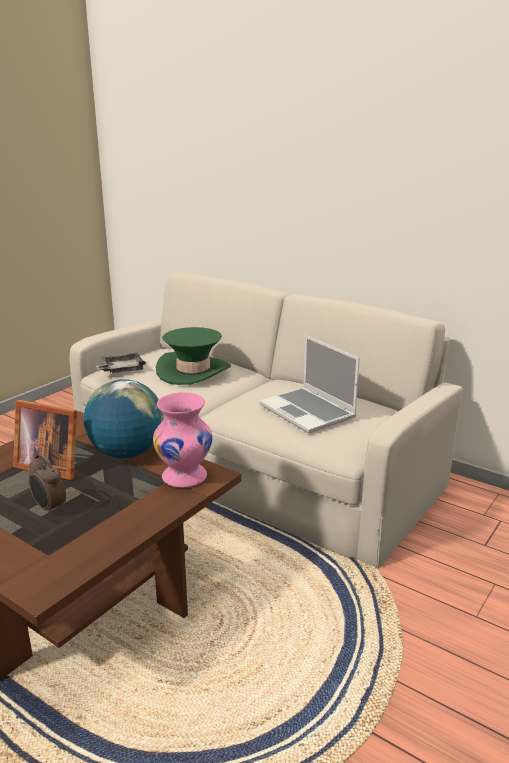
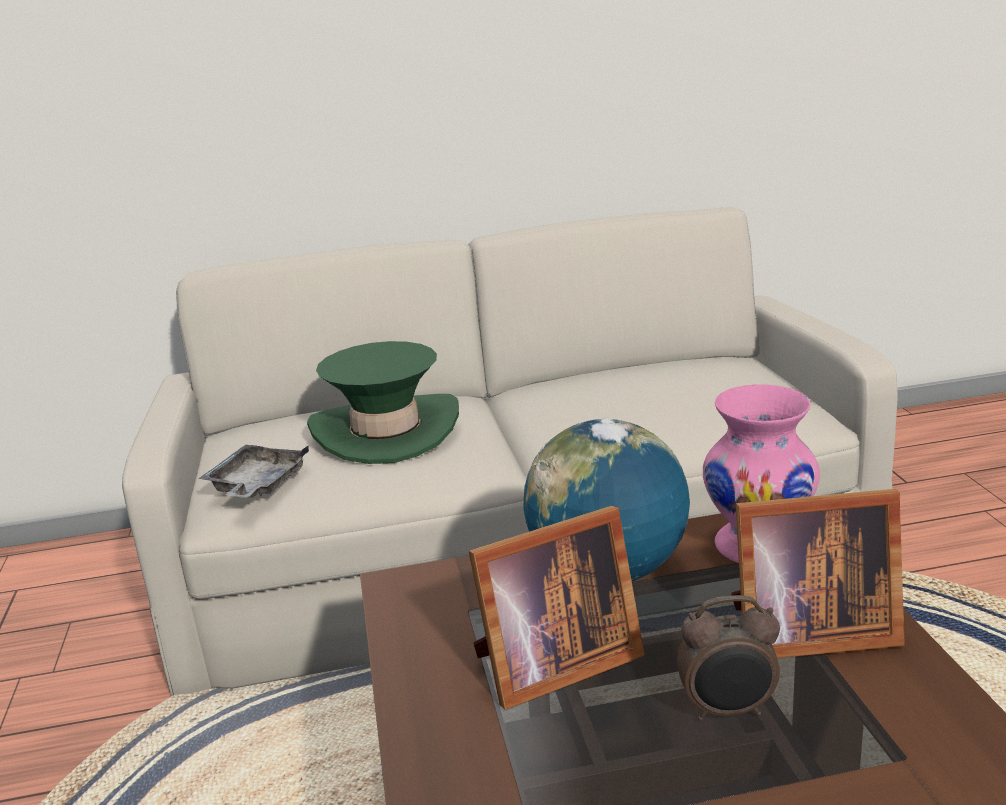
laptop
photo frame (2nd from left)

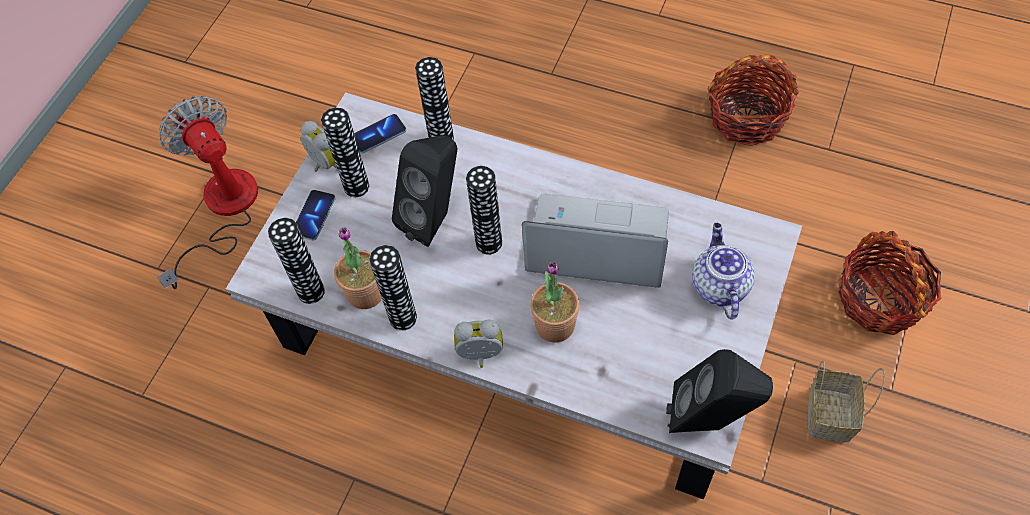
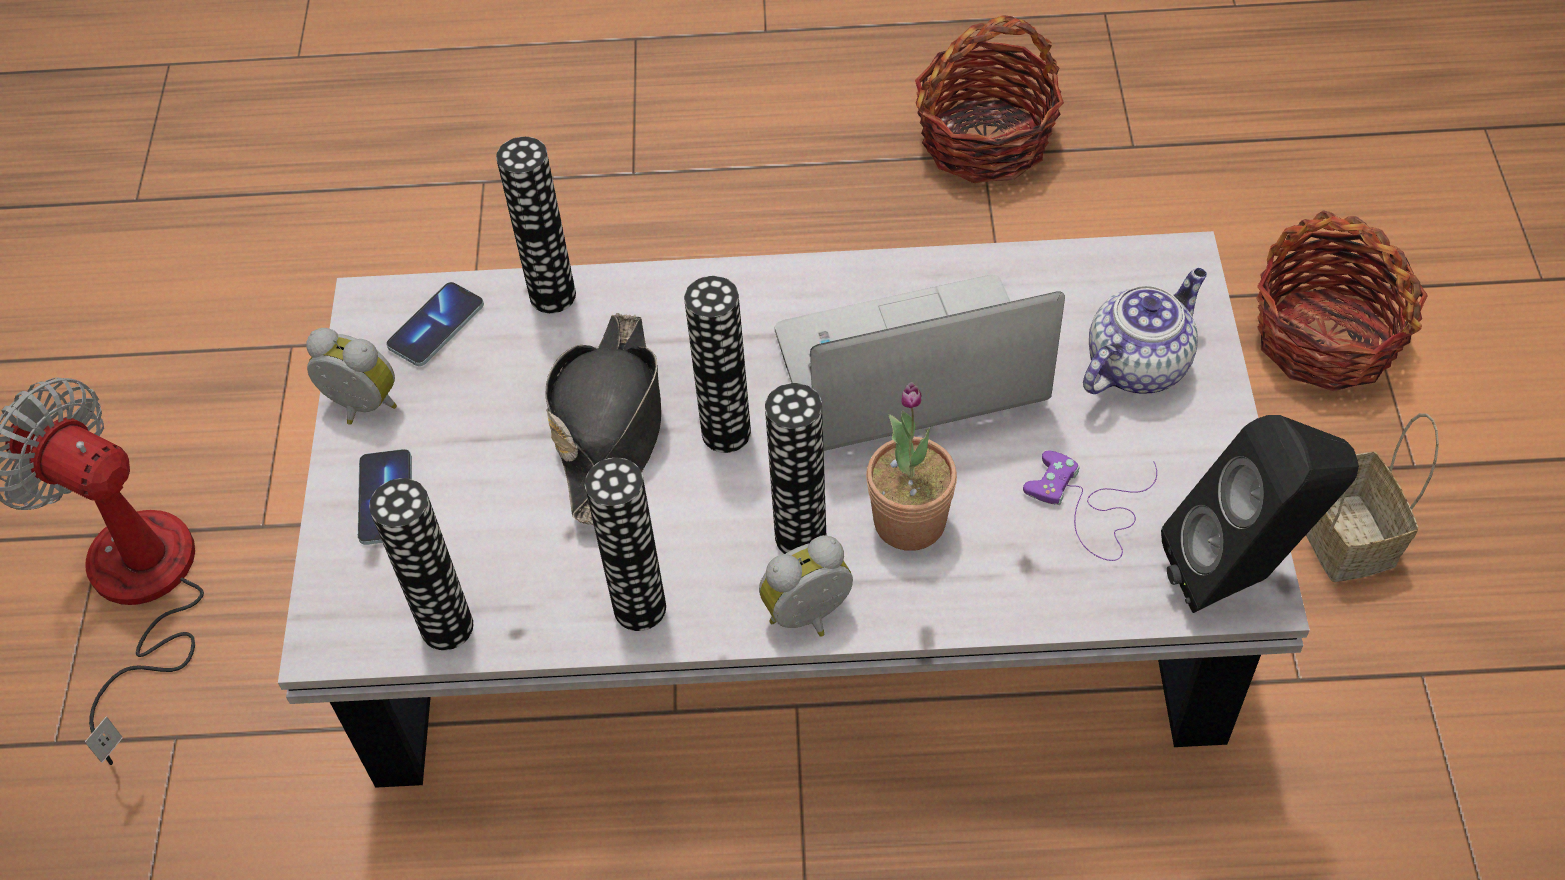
decorative vase (5th from left)
black wearable hat
teapot
potted plant (1st from left in the first image)
purple gamepad

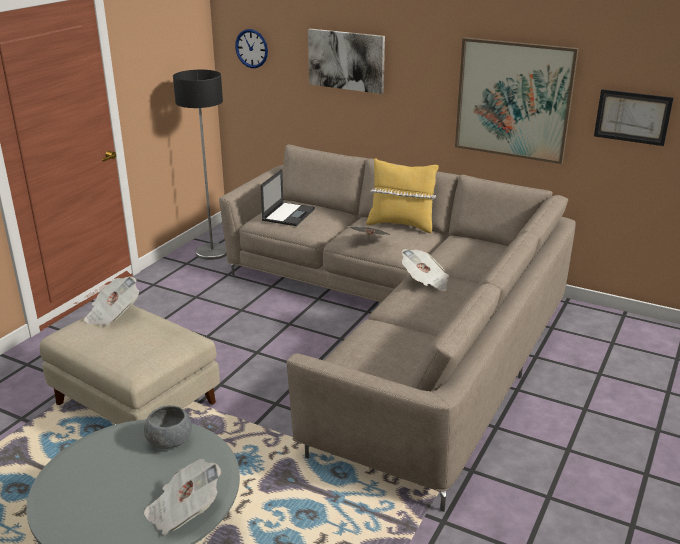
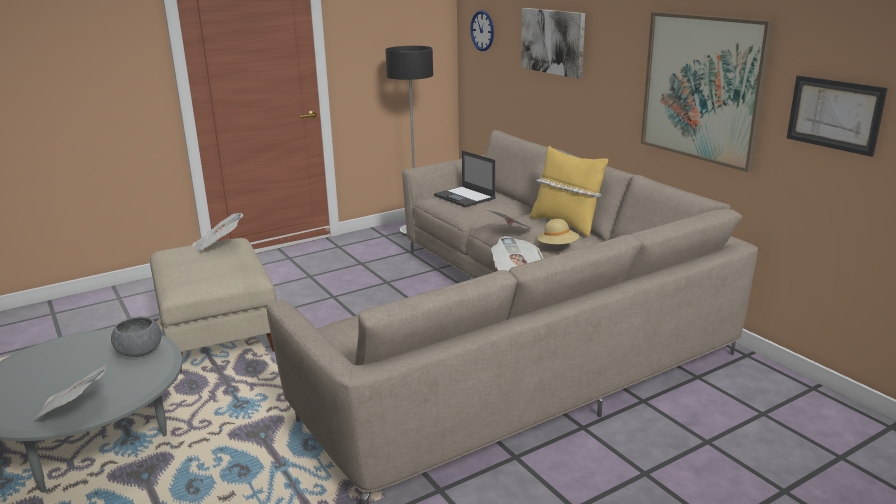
laptop
beige-coloured wearable hat

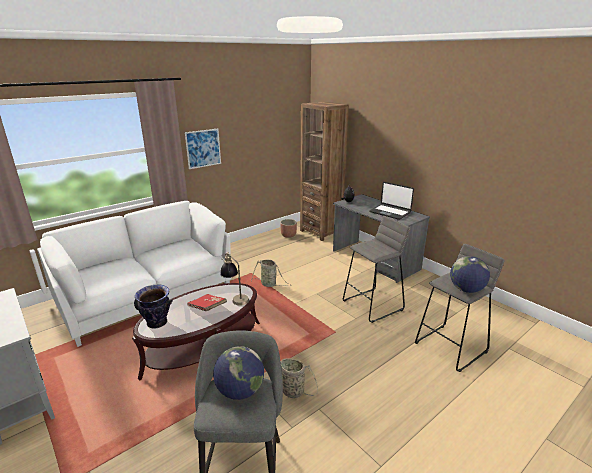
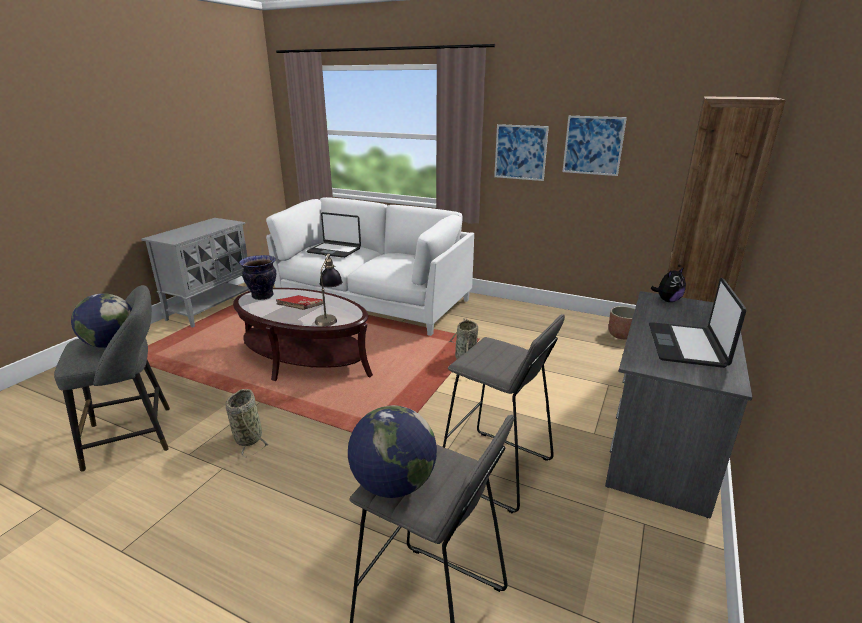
picture (2nd from left)
laptop (1st from left)

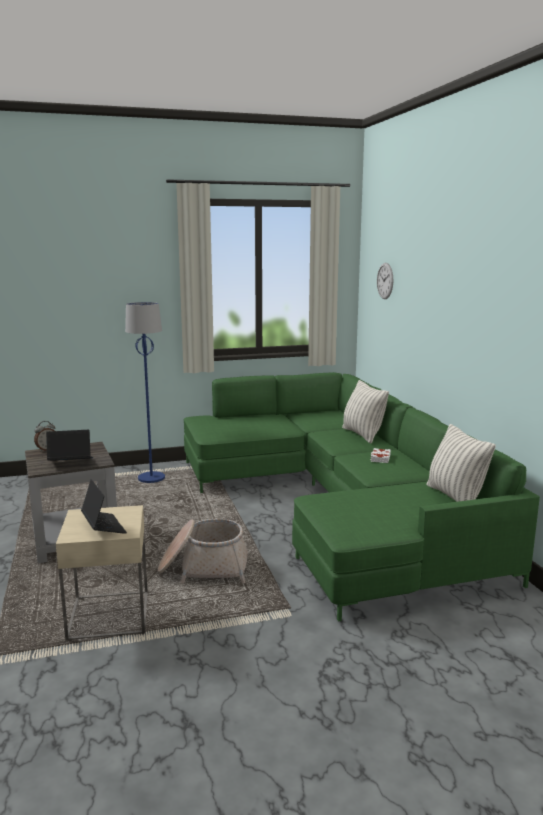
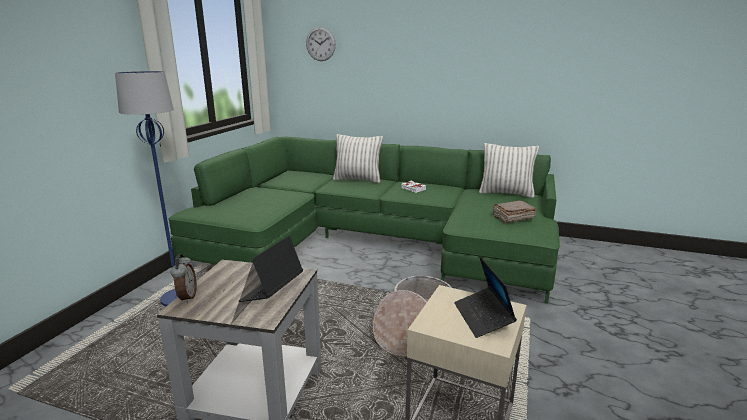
laptop (2nd from left)
brown bound book

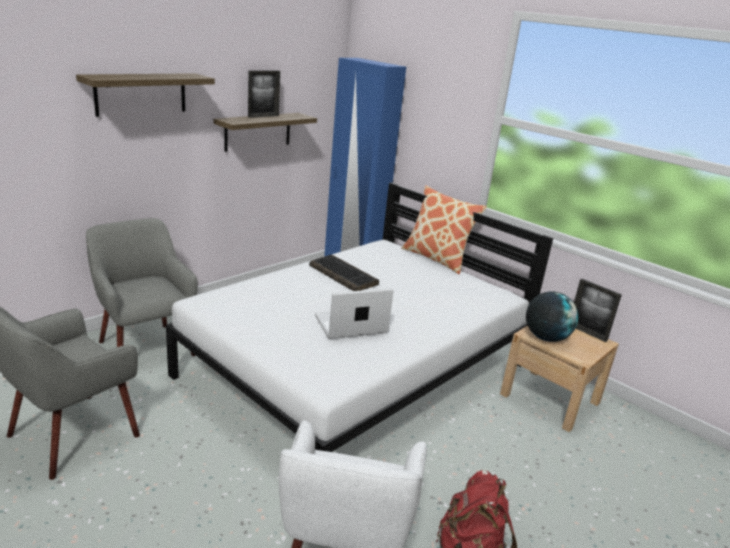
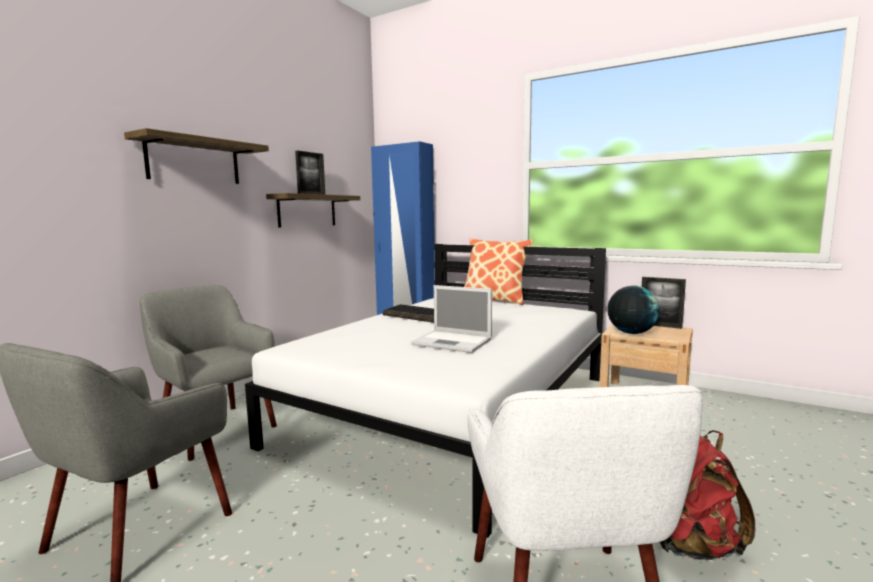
laptop

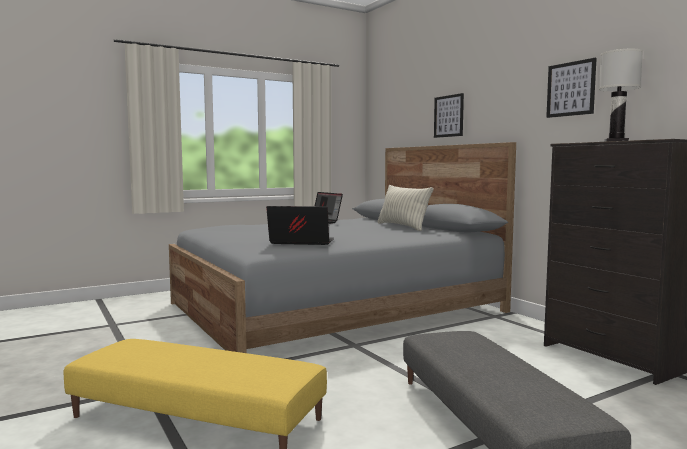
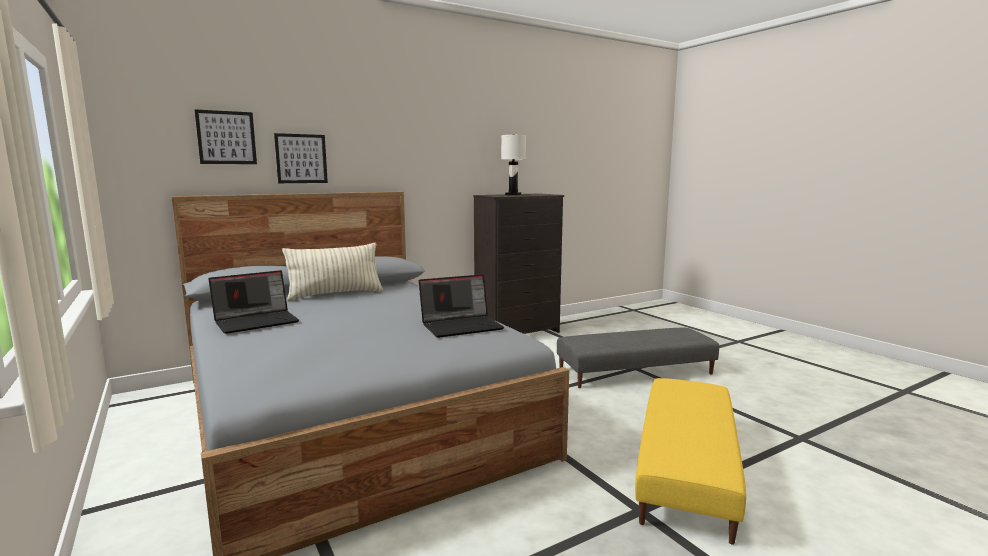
picture (1st from left)
laptop (2nd from left)

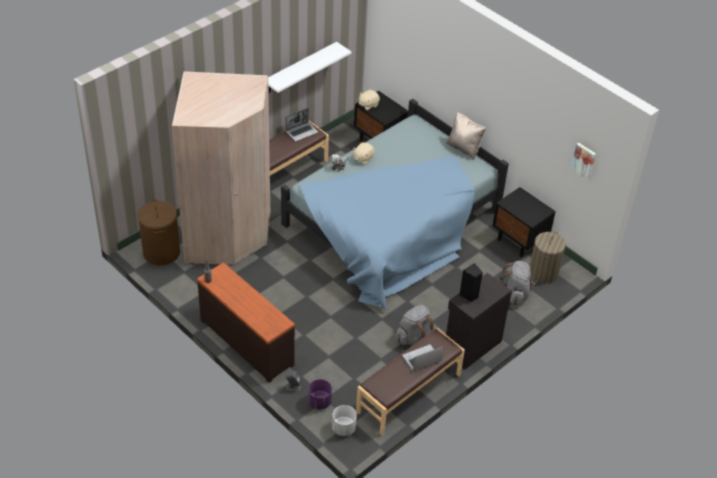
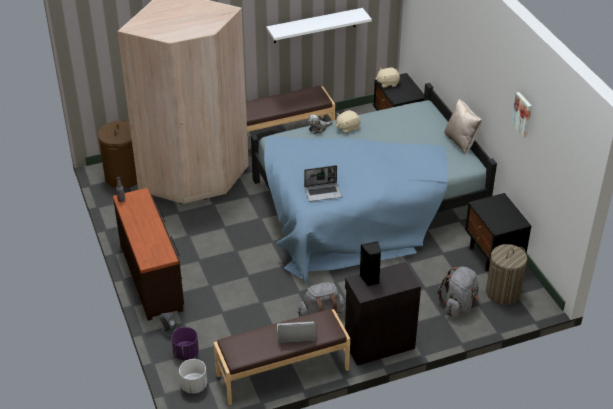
laptop (2nd from left)
picture

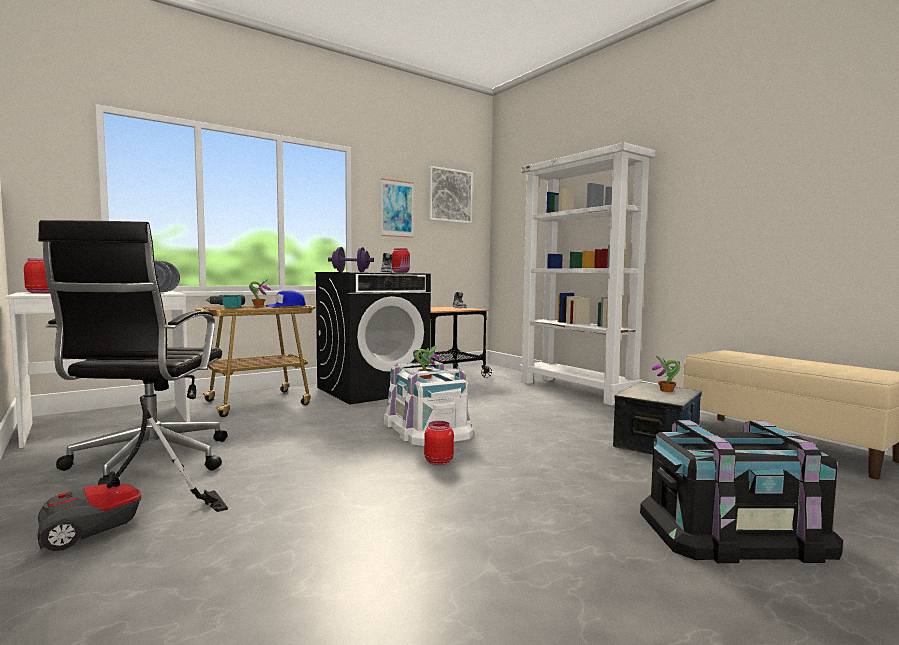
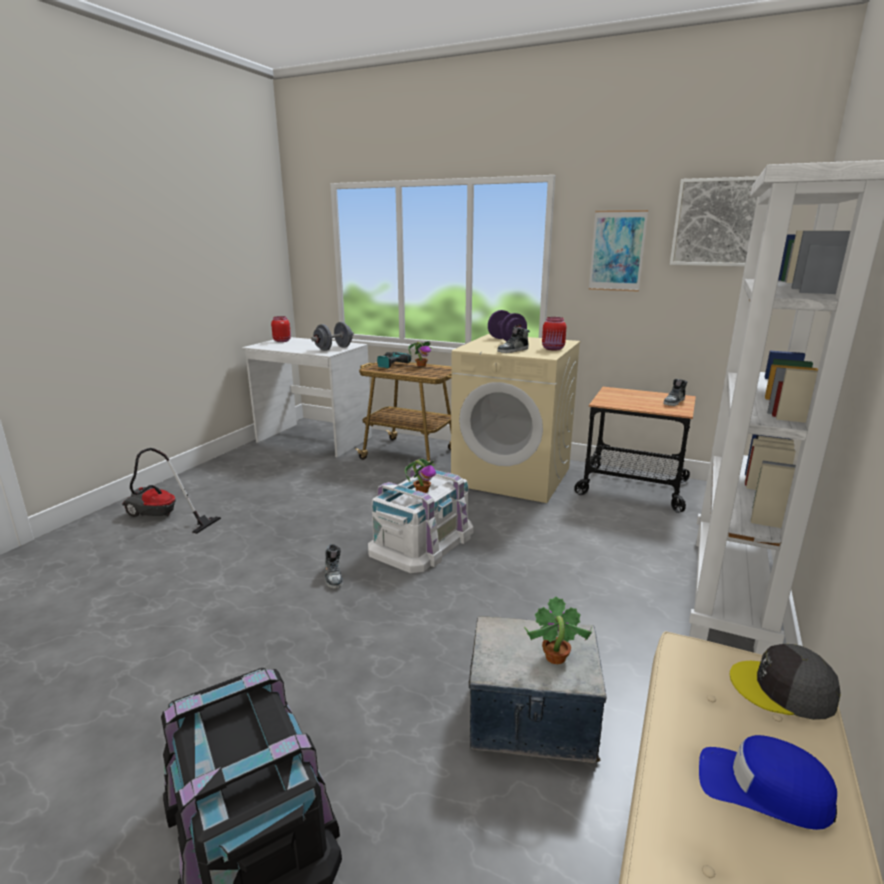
black computer chair
beige-coloured laundry appliance
bluish cap
item of footwear (1st from left)
gray cap

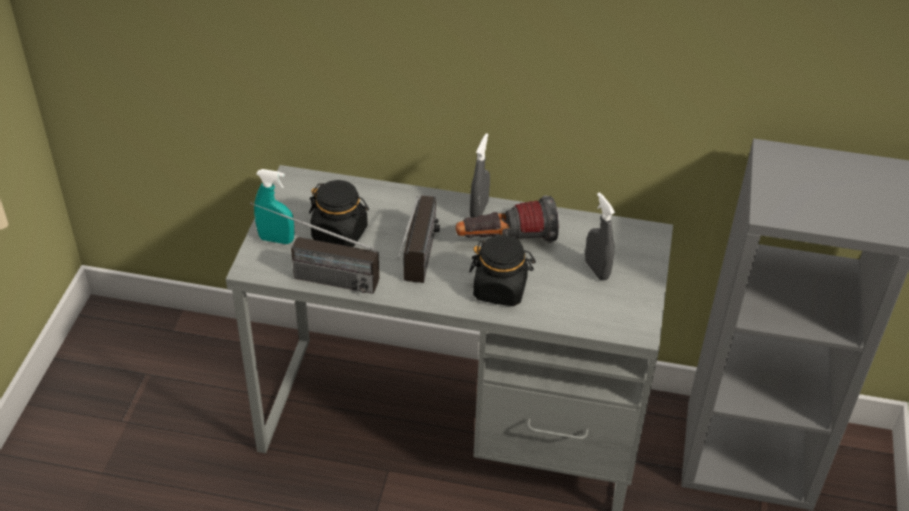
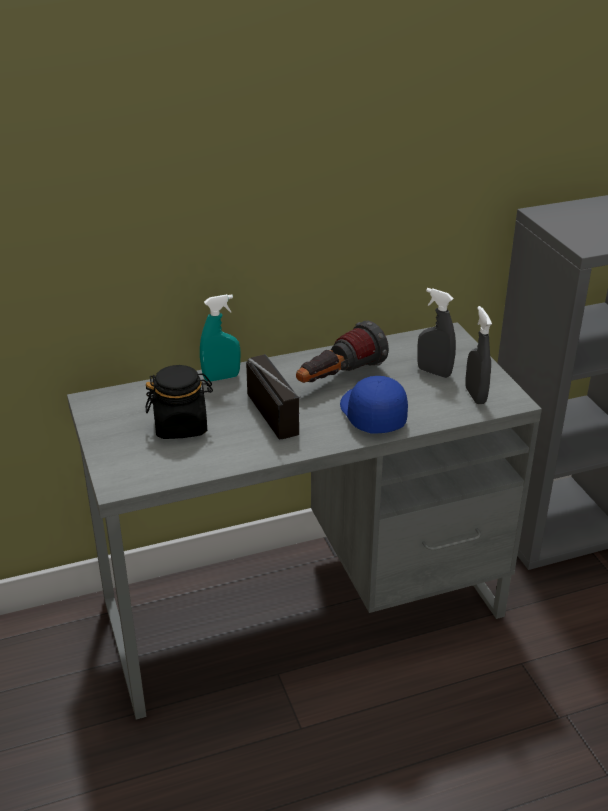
gray spray bottle (2nd from left)
turquoise spray bottle
radio receiver (1st from left in the first image)
bluish cap

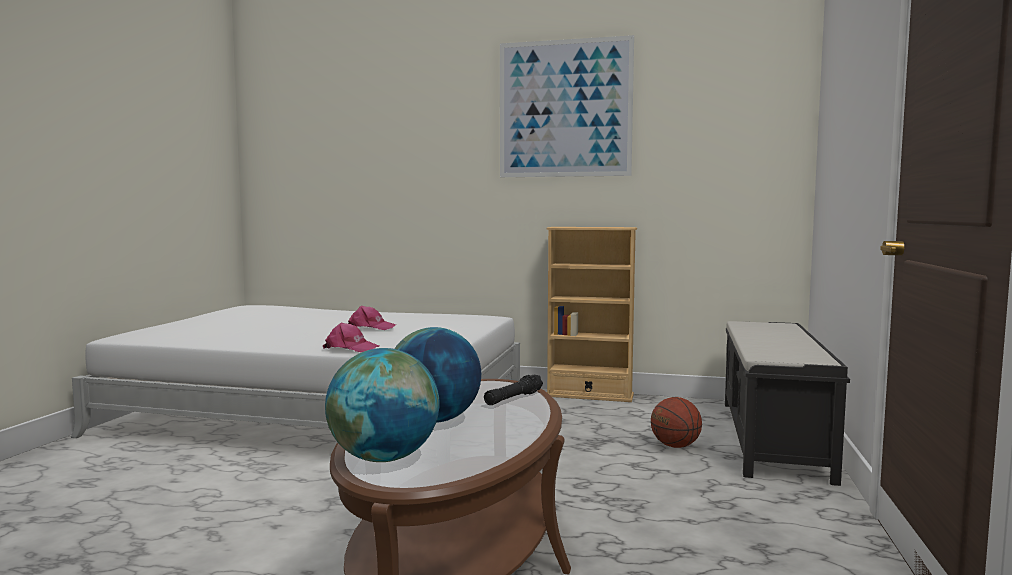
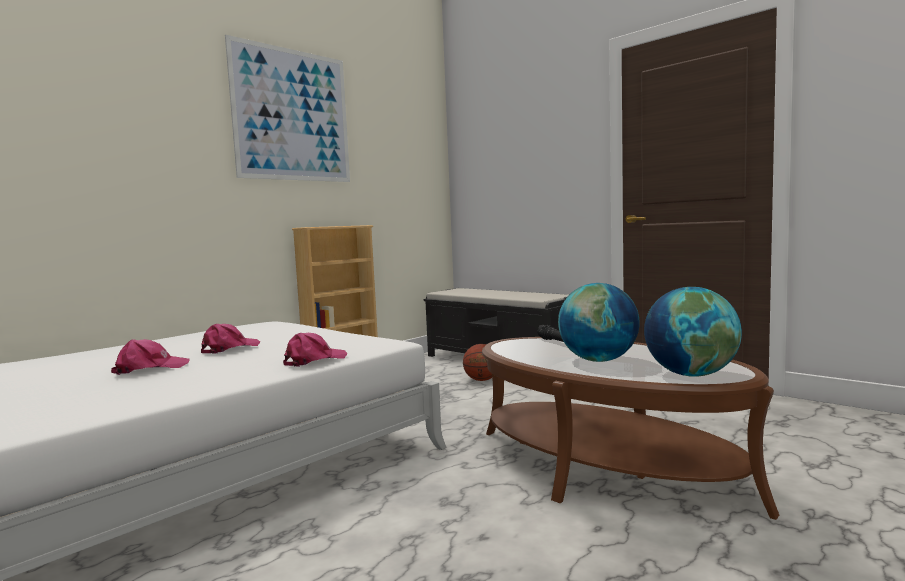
pinkish cap (1st from left)

